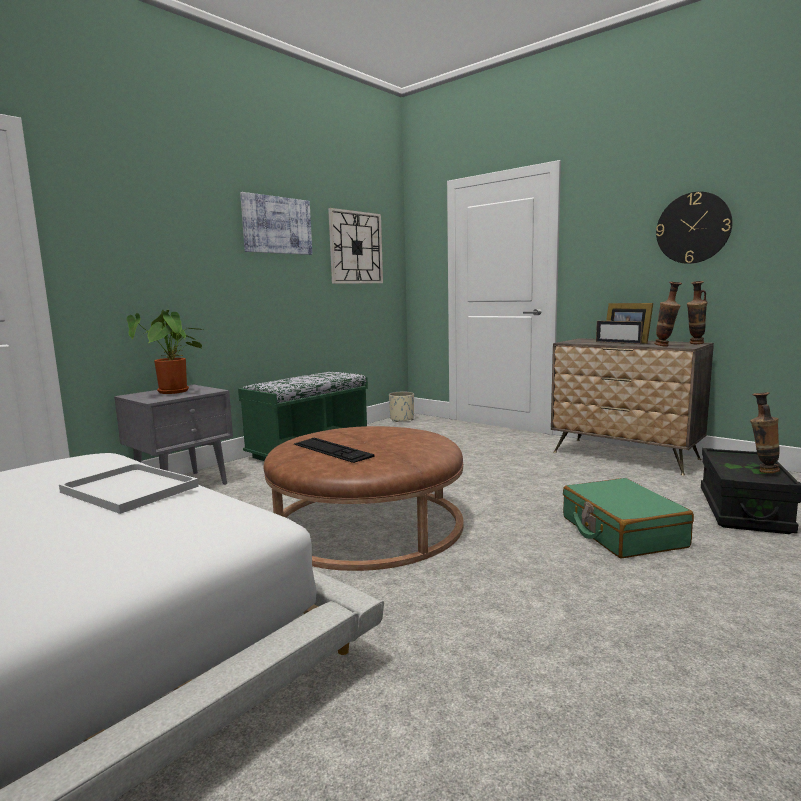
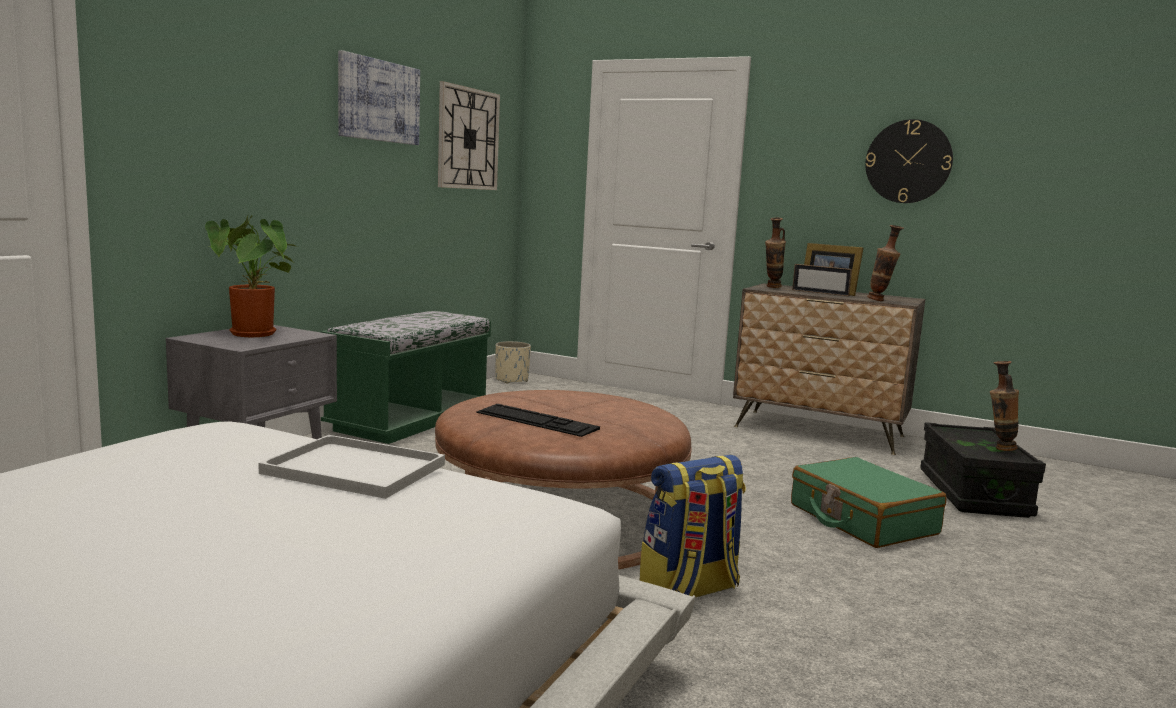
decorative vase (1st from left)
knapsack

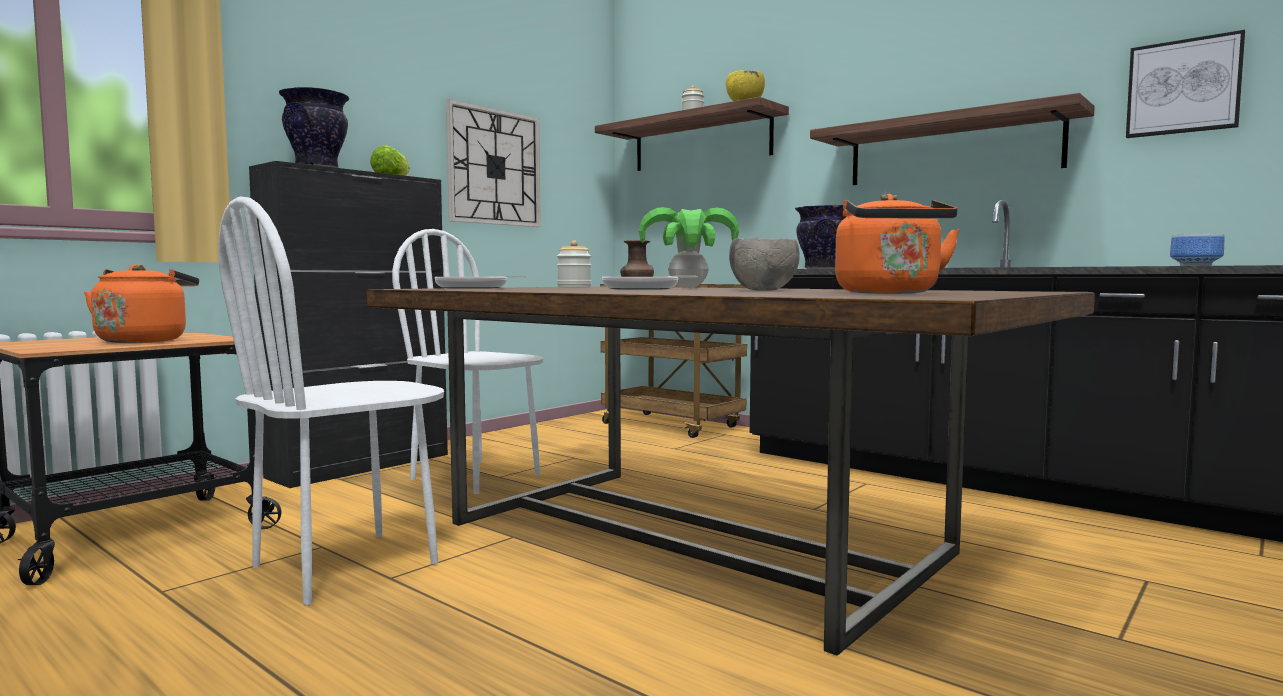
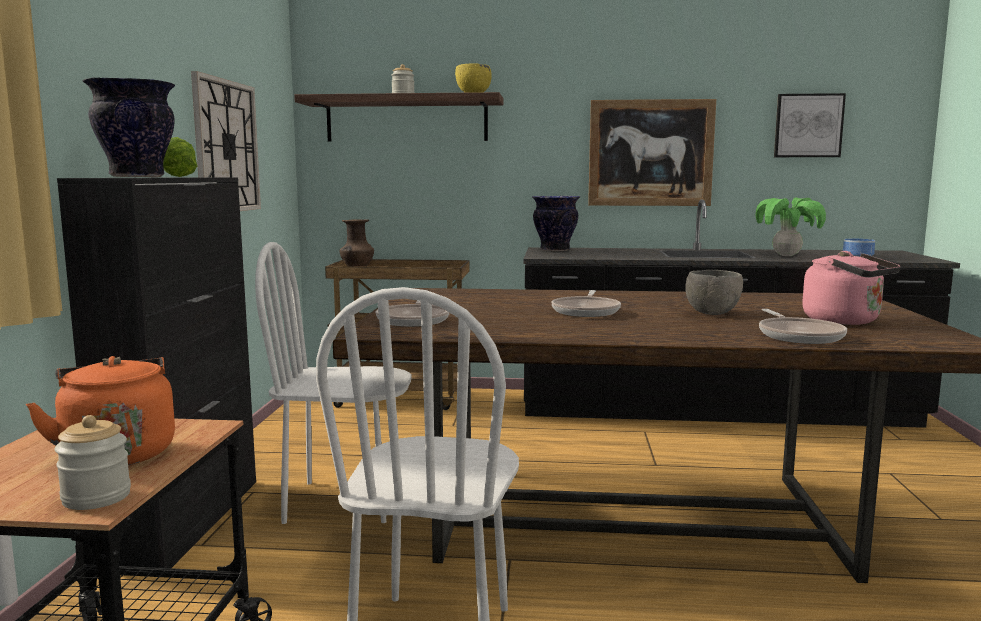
picture (1st from left)
pinkish water kettle
potted plant
storage jar (1st from left)
pan (3rd from left)

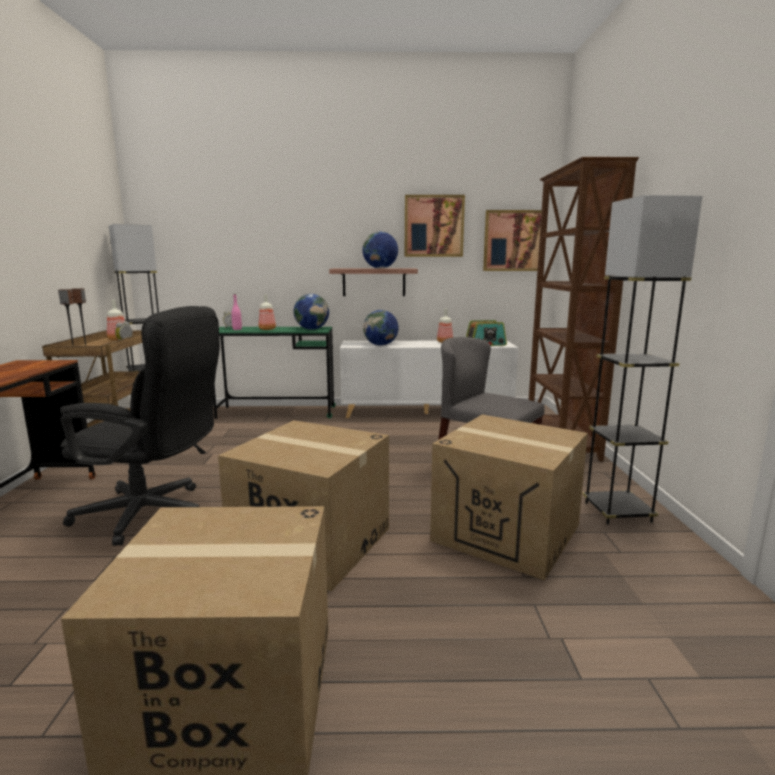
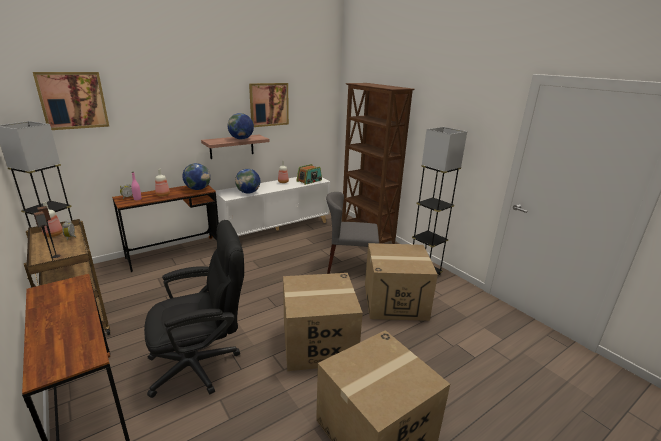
picture (1st from left)
brown desk table (2nd from left)

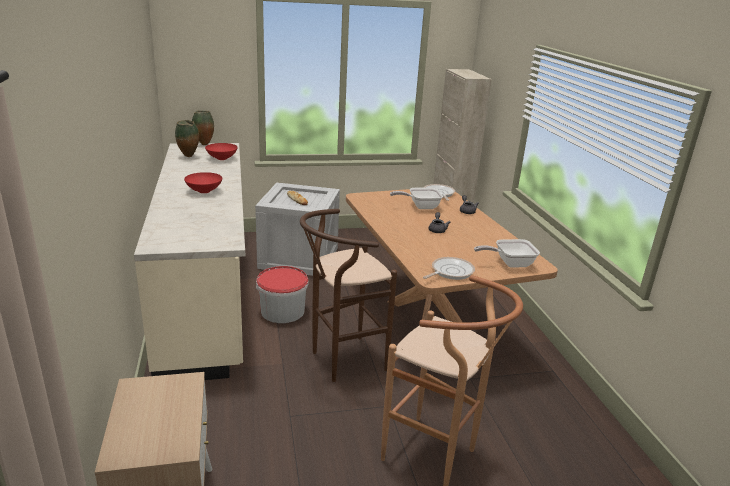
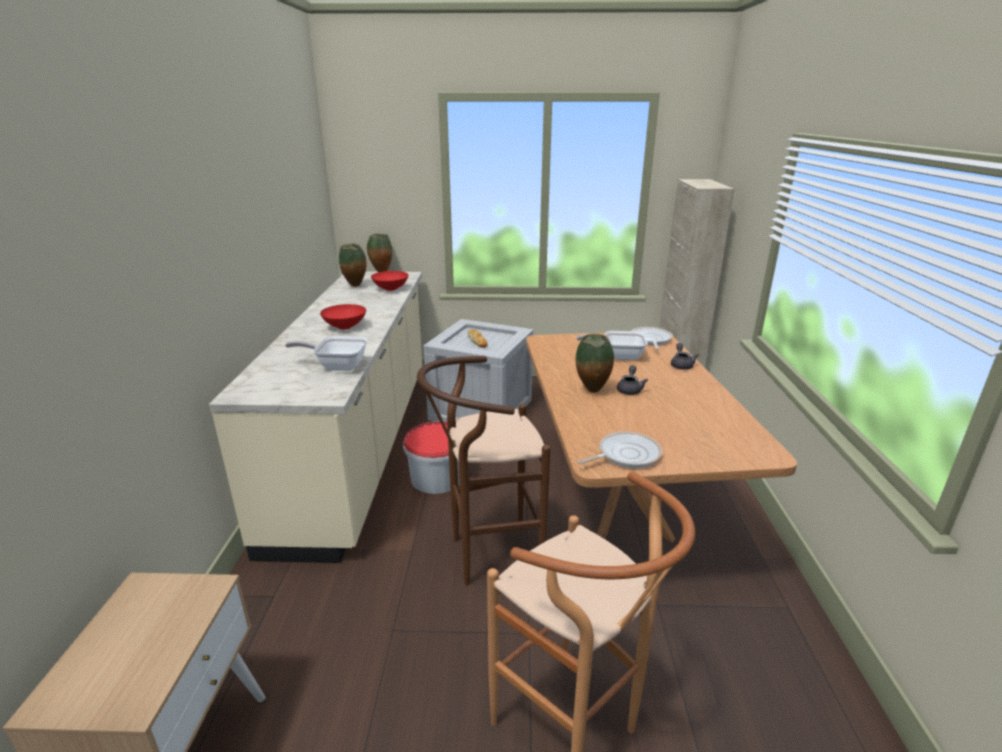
pan (1st from left)
decorative vase (3rd from left)

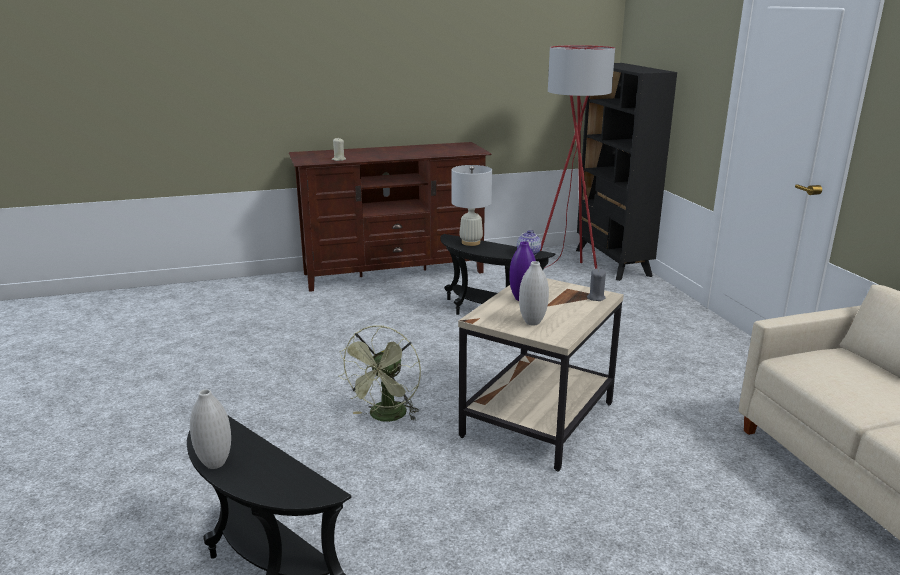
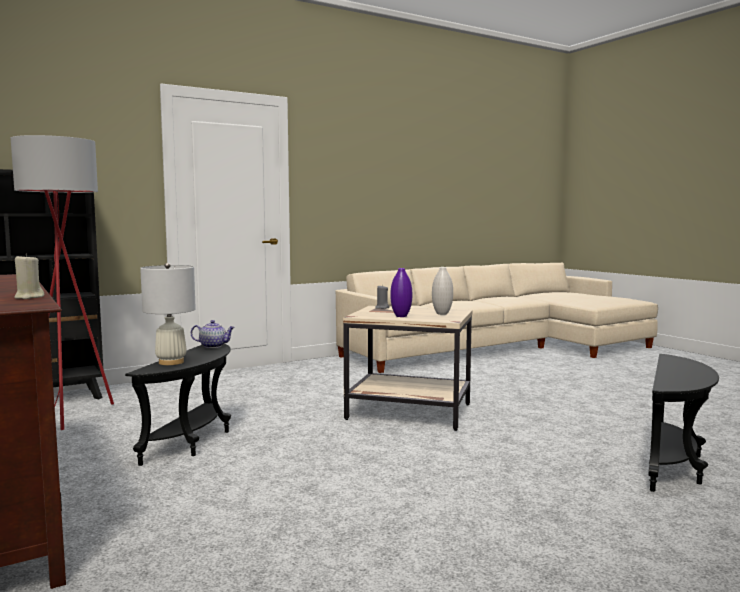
green-coloured electric fan
white-coloured decorative vase (1st from left in the first image)

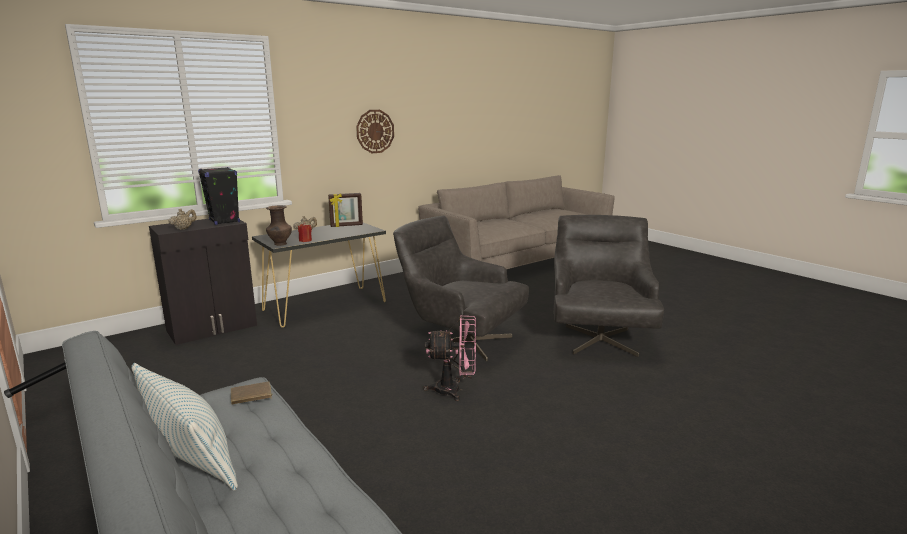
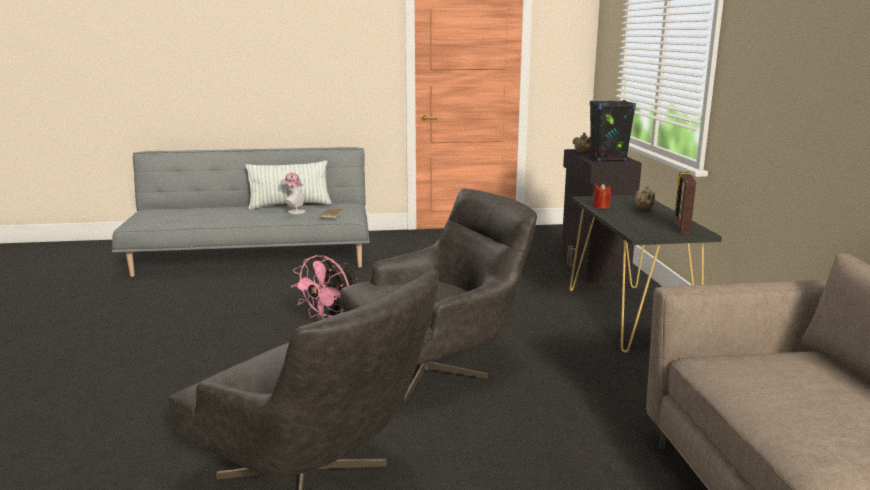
hanging clock
brown decorative vase
wearable hat

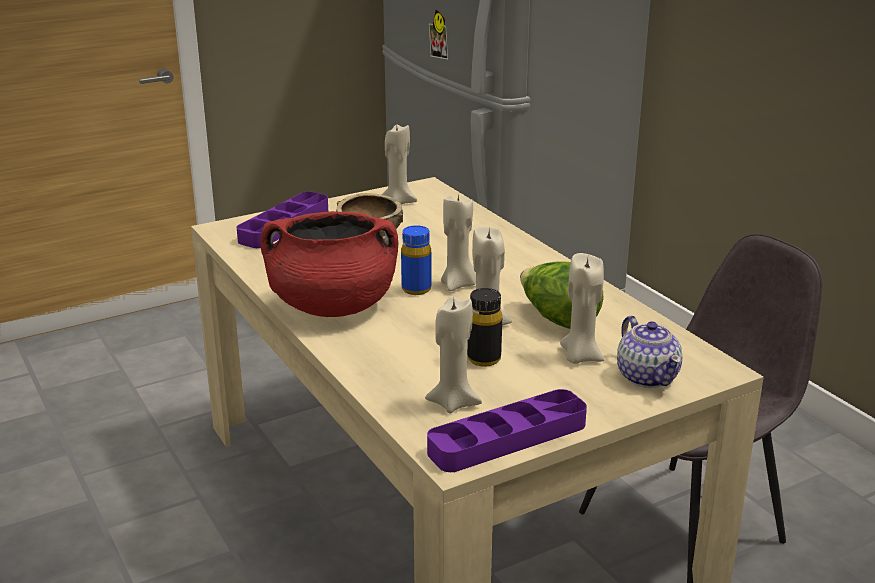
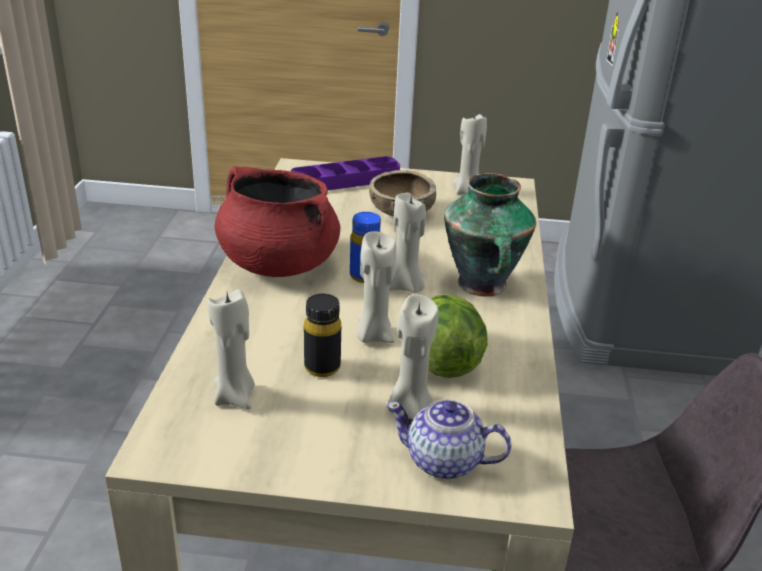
teapot
purple serving tray (2nd from left in the first image)
decorative vase

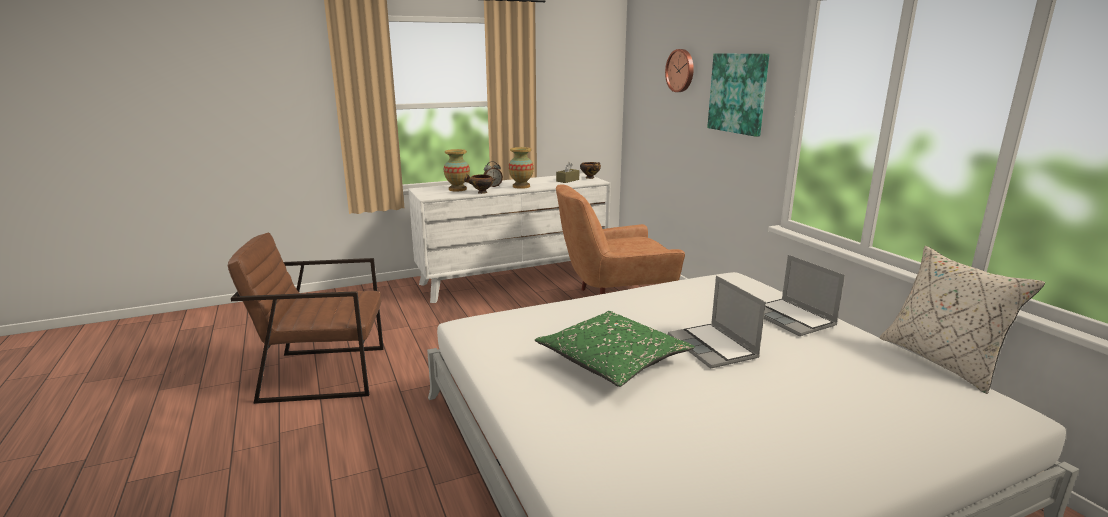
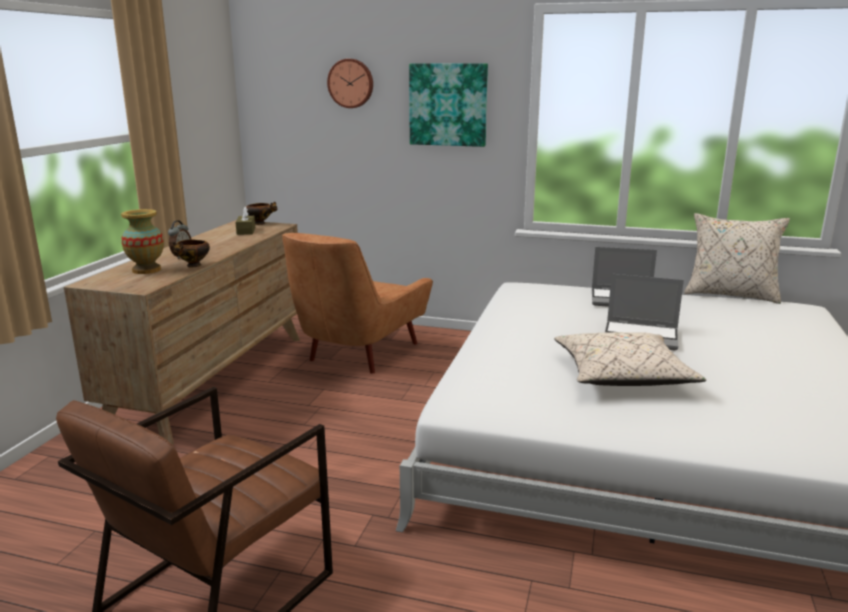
decorative vase (2nd from left in the first image)
brown chest of drawers
beige-coloured cushion (1st from left)

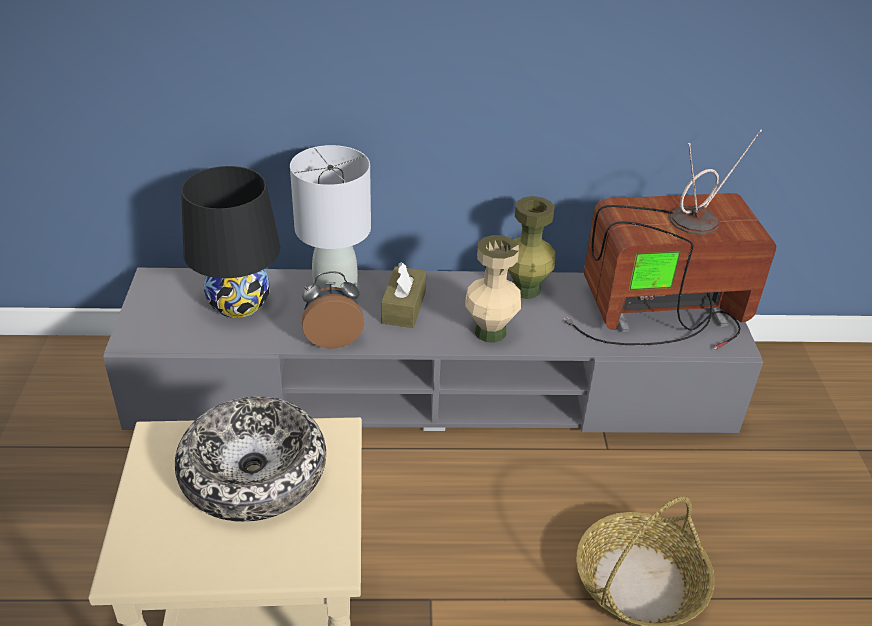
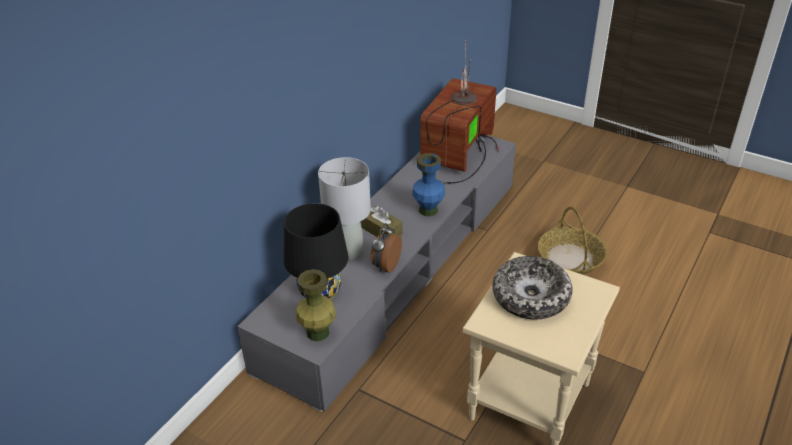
green-coloured decorative vase
bluish decorative vase

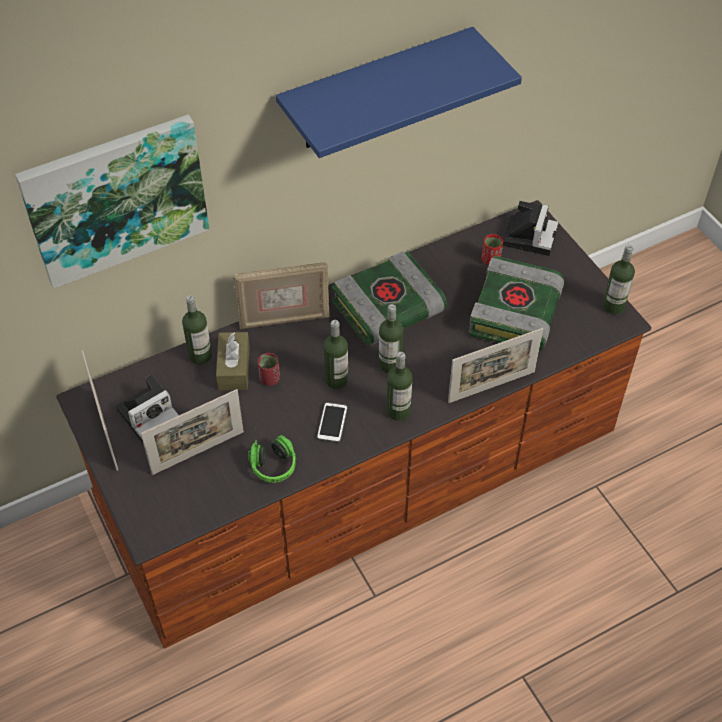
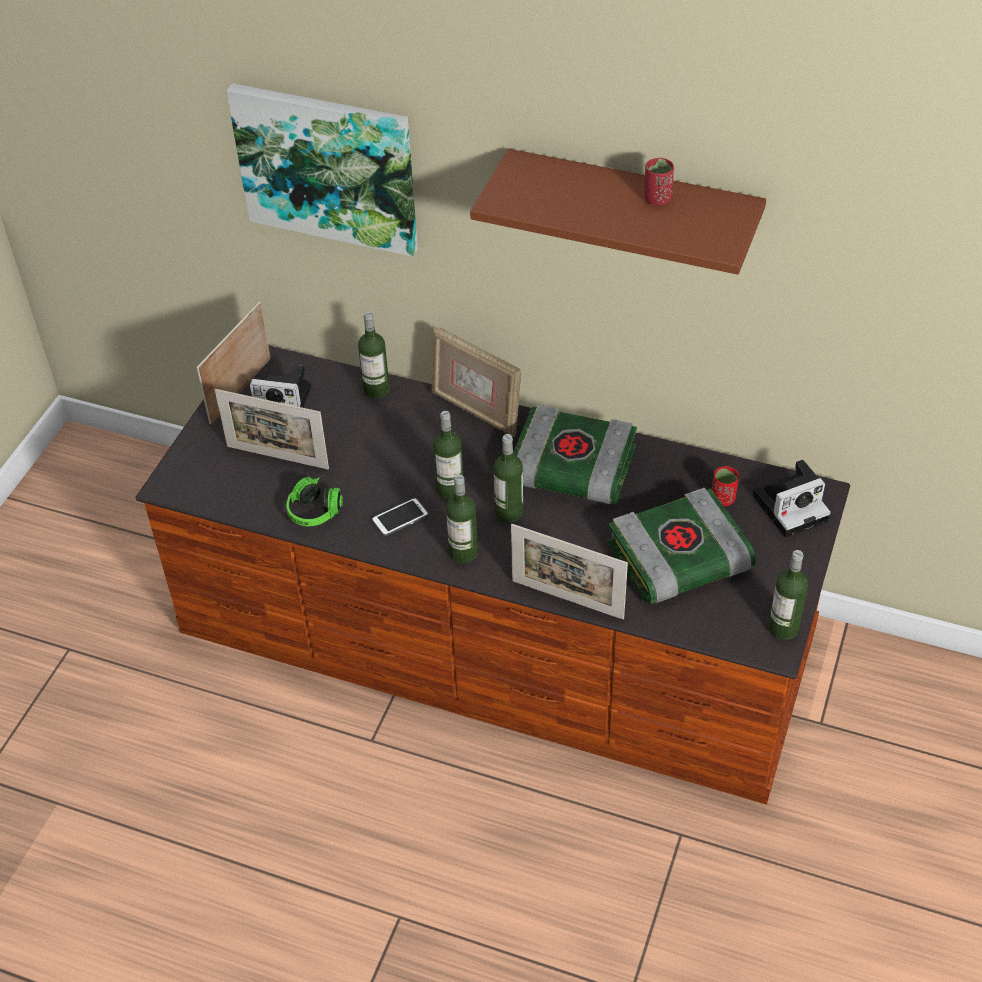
brown shelf
brown tissue box
red drinking cup (1st from left)

